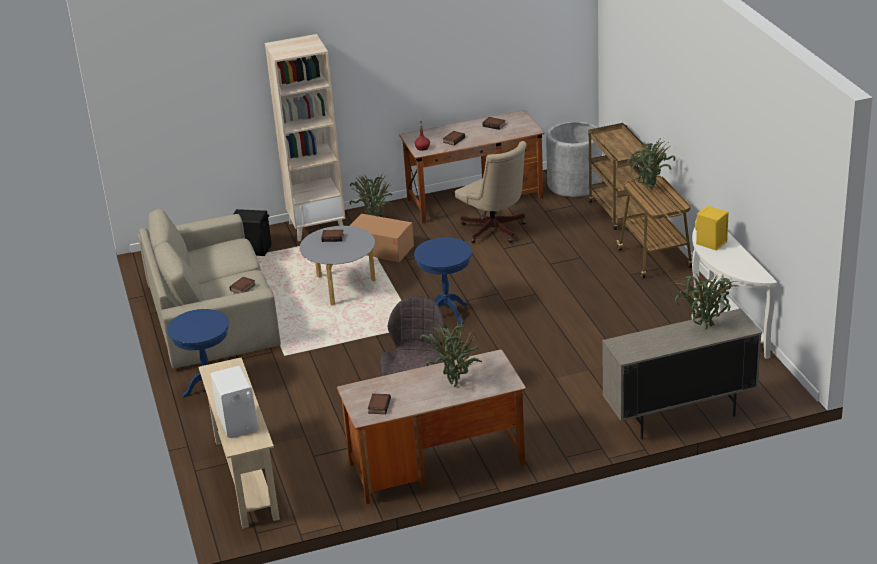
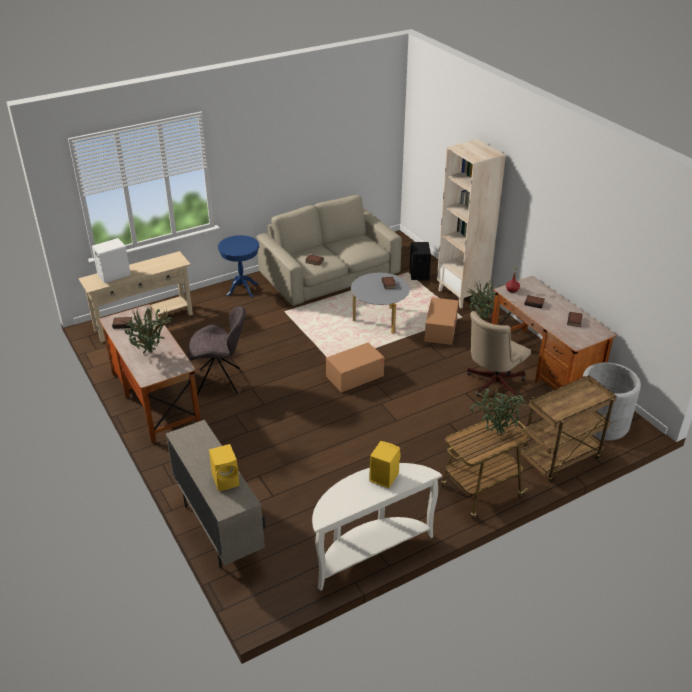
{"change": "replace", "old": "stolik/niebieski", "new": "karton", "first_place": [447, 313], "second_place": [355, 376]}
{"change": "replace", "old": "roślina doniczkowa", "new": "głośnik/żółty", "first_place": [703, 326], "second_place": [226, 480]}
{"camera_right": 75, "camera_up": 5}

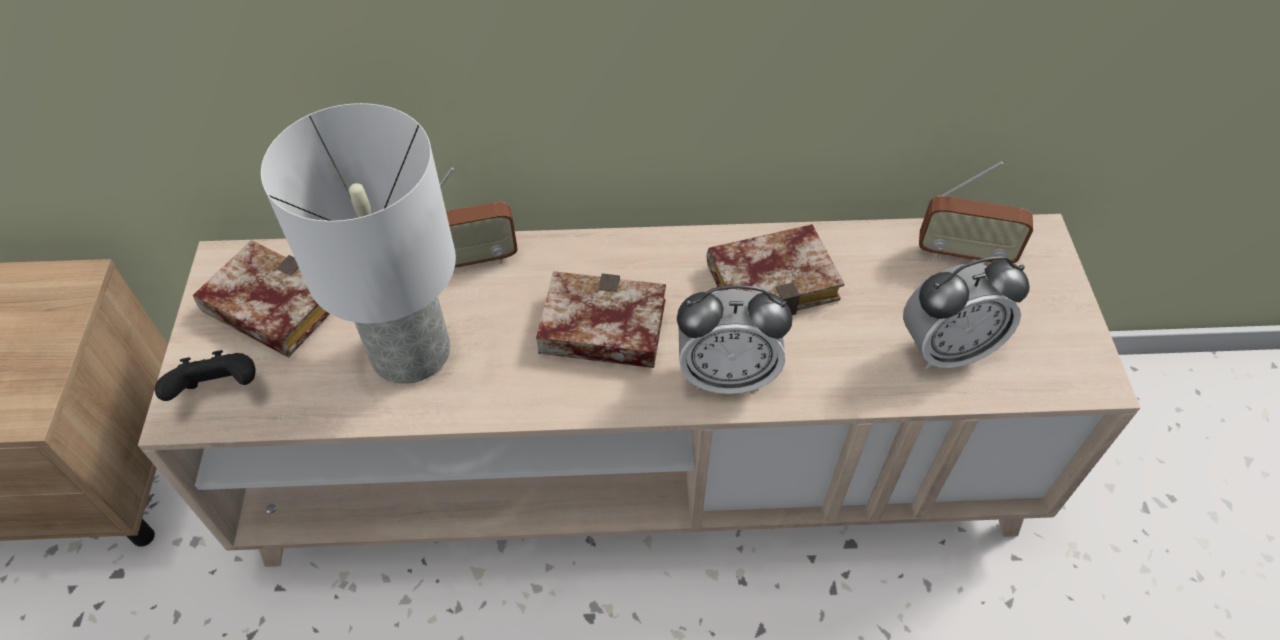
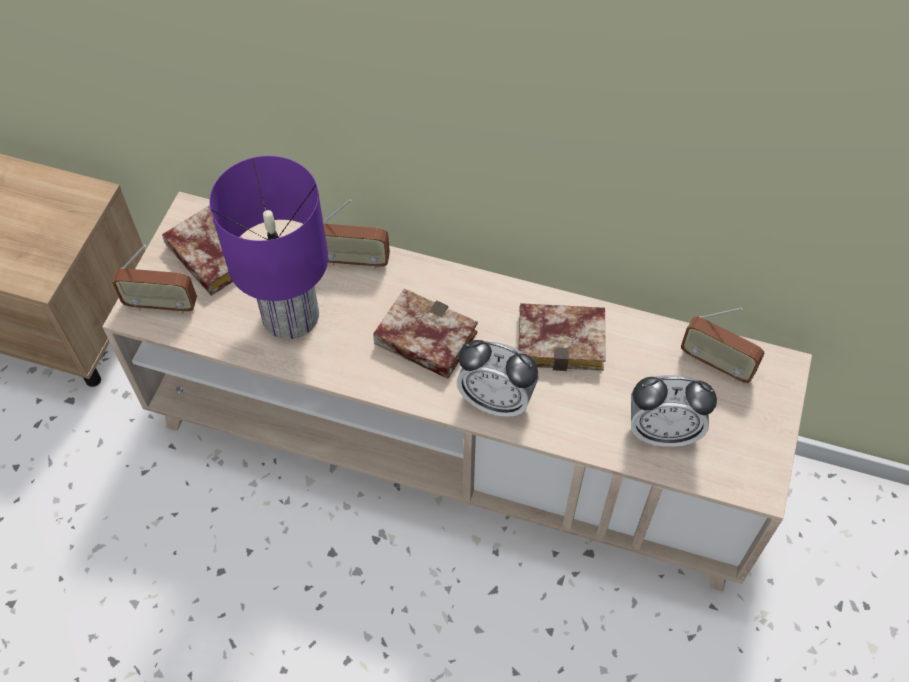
{"change": "replace", "old": "pad do gier/czarny", "new": "radio", "first_place": [220, 390], "second_place": [161, 305]}
{"change": "recolor", "old": "lampa stołowa/biały", "new": "lampa stołowa/fioletowy", "first_place": [408, 351], "second_place": [289, 315]}
{"camera_right": 20, "camera_up": 5}

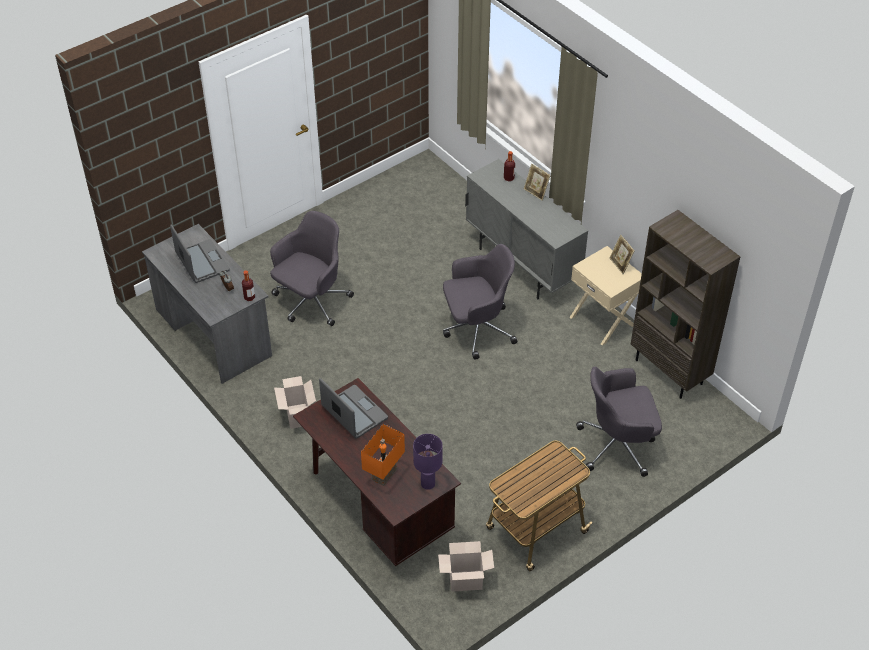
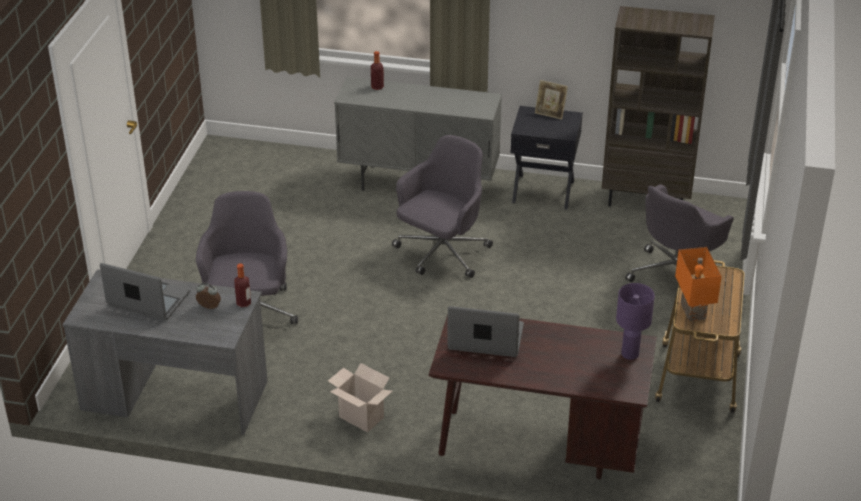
{"change": "delete", "old": "karton", "first_place": [464, 582]}
{"change": "delete", "old": "ramka na zdjęcie", "first_place": [536, 192]}
{"change": "move", "old": "lampa stołowa/pomarańczowy", "first_place": [385, 475], "second_place": [694, 311]}
{"change": "recolor", "old": "szafka nocna/beżowy", "new": "szafka nocna/czarny", "first_place": [603, 320], "second_place": [543, 190]}
{"camera_right": -40, "camera_up": -10}

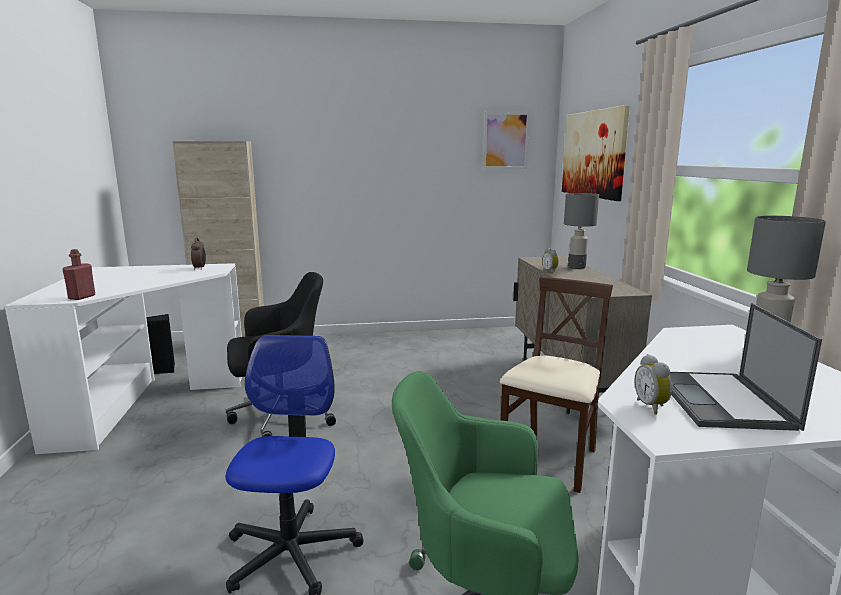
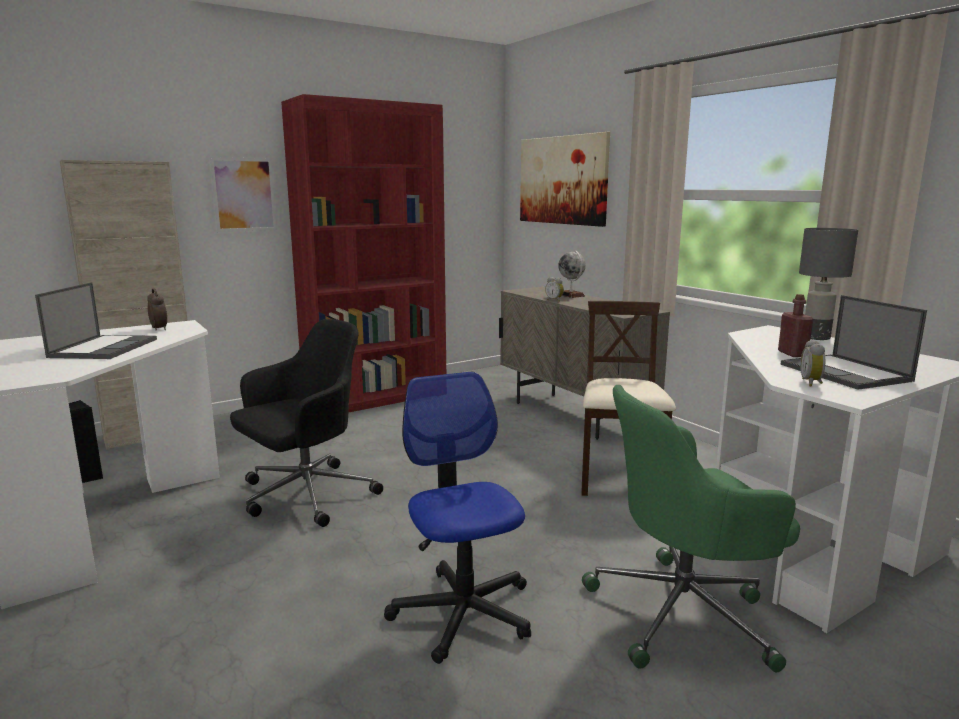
{"change": "insert", "new": "laptop", "second_place": [104, 348]}
{"change": "insert", "new": "regał/czerwony", "second_place": [376, 397]}
{"change": "move", "old": "butelka/czerwony", "first_place": [82, 297], "second_place": [792, 354]}
{"change": "move", "old": "obraz", "first_place": [505, 140], "second_place": [244, 194]}
{"change": "replace", "old": "lampa stołowa/szary", "new": "globus", "first_place": [576, 267], "second_place": [571, 295]}
{"change": "rotate", "old": "budzik", "first_place": [652, 407], "second_place": [812, 383], "degrees": 45}
{"camera_right": -25, "camera_up": 0}

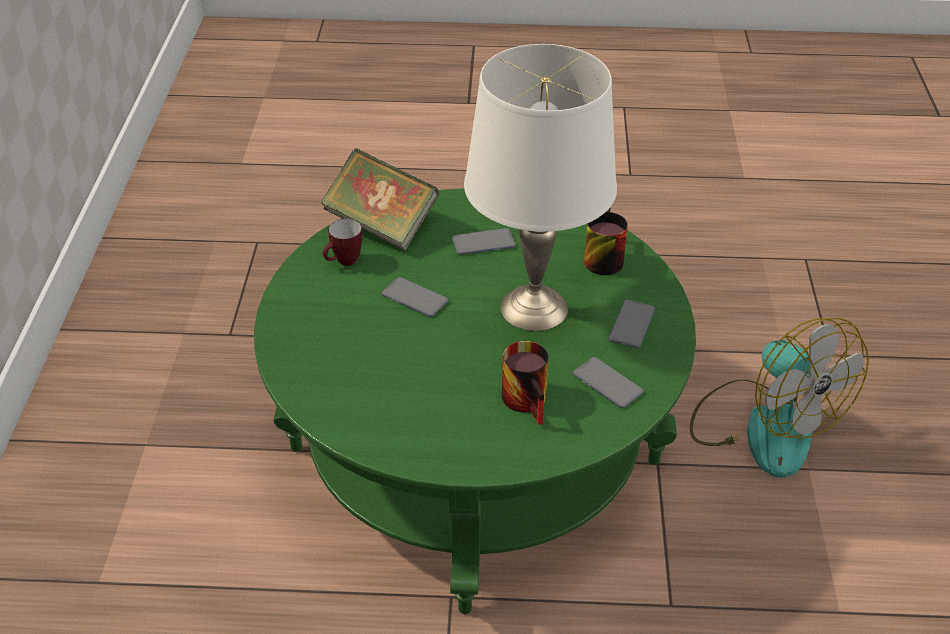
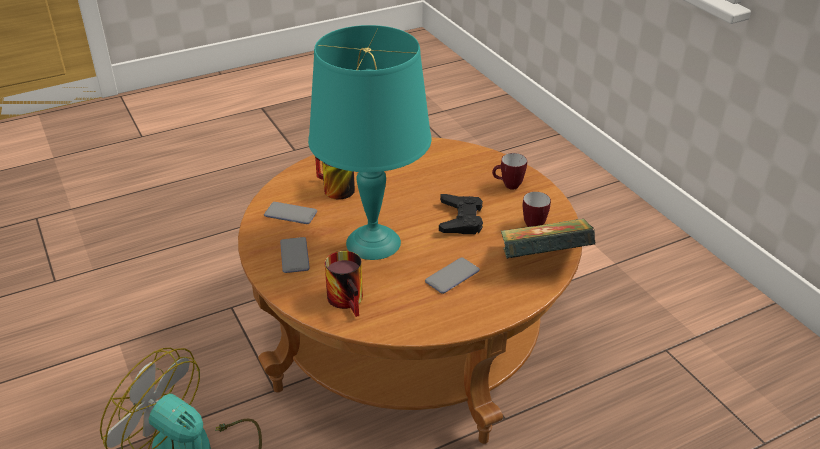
{"change": "insert", "new": "kubek", "second_place": [508, 186]}
{"change": "replace", "old": "telefon", "new": "pad do gier/czarny", "first_place": [414, 298], "second_place": [460, 219]}
{"change": "recolor", "old": "ława/zielony", "new": "ława/brązowy", "first_place": [474, 454], "second_place": [410, 341]}
{"change": "recolor", "old": "lampa stołowa/biały", "new": "lampa stołowa/turkusowy", "first_place": [533, 307], "second_place": [374, 242]}
{"camera_right": 150, "camera_up": -5}

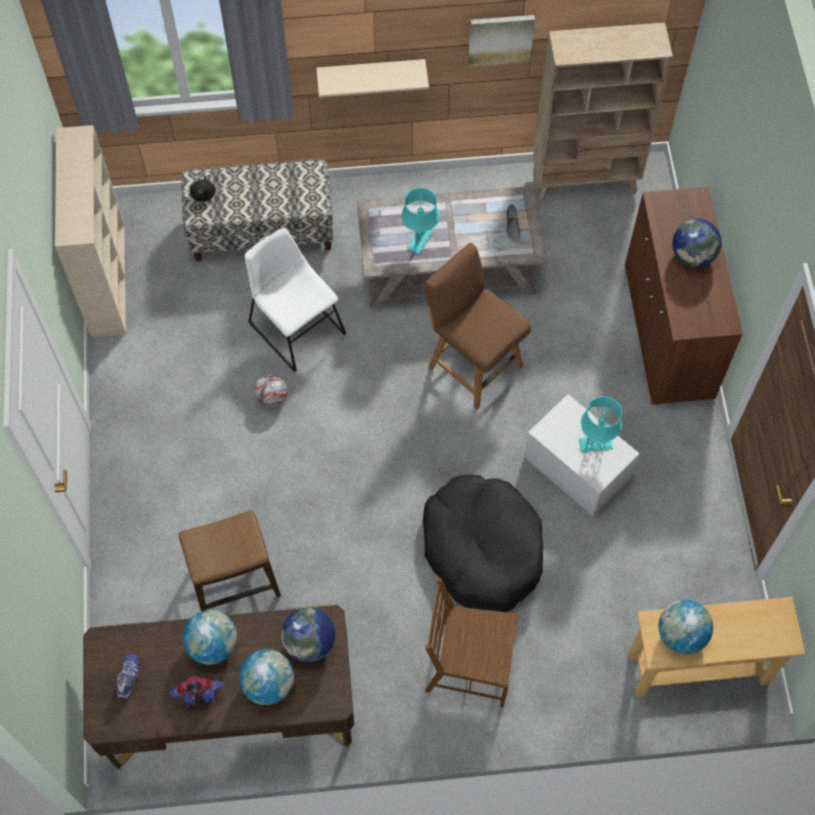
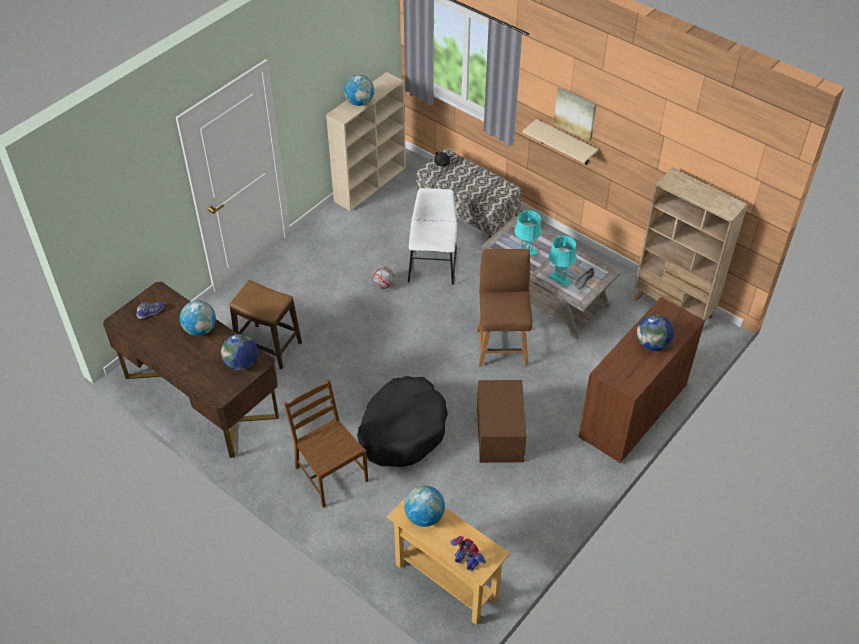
{"change": "move", "old": "robot zabawkowy", "first_place": [200, 698], "second_place": [466, 563]}
{"change": "move", "old": "globus", "first_place": [269, 684], "second_place": [359, 102]}
{"change": "move", "old": "obraz", "first_place": [500, 38], "second_place": [575, 113]}
{"change": "move", "old": "lampa stołowa/turkusowy", "first_place": [595, 444], "second_place": [559, 279]}
{"change": "recolor", "old": "pojemnik do przechowywania/biały", "new": "pojemnik do przechowywania/brązowy", "first_place": [577, 467], "second_place": [500, 434]}
{"camera_right": 45, "camera_up": -15}

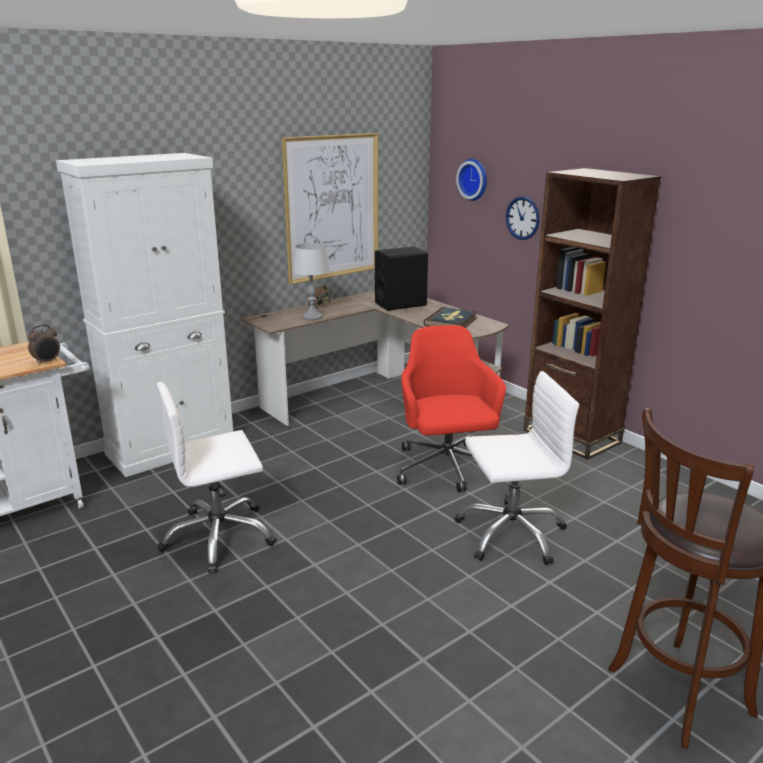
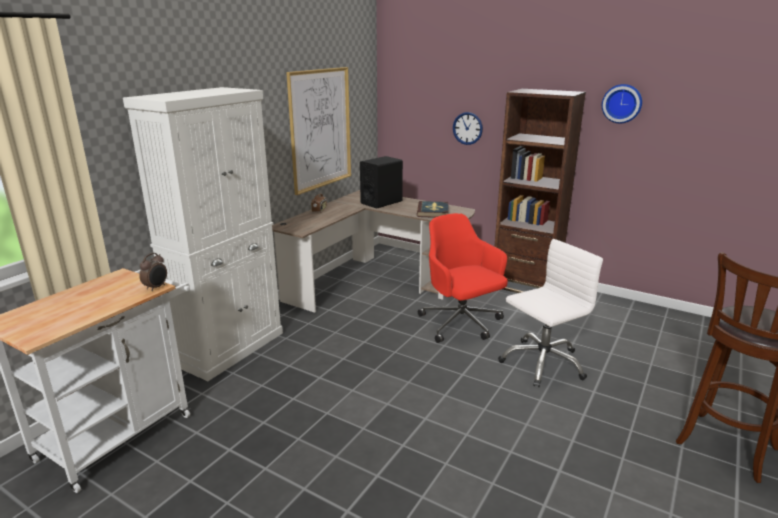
{"change": "delete", "old": "krzesło biurowe/biały", "first_place": [219, 537]}
{"change": "delete", "old": "lampa stołowa/szary", "first_place": [312, 317]}
{"change": "move", "old": "zegar ścienny", "first_place": [474, 179], "second_place": [622, 103]}
{"camera_right": -20, "camera_up": 0}

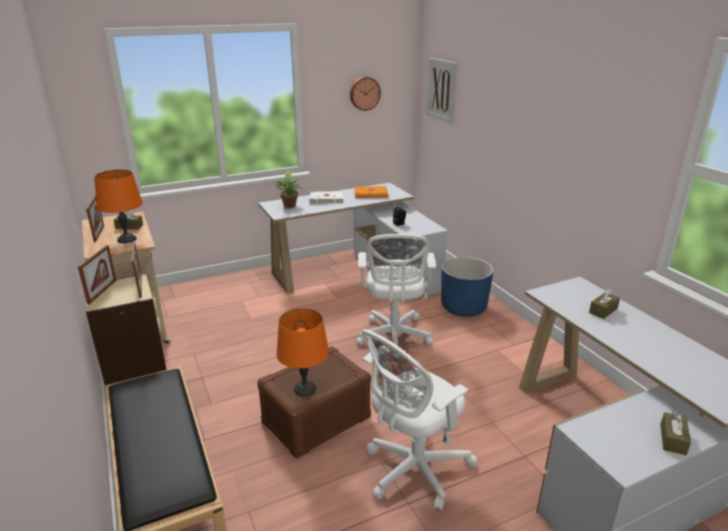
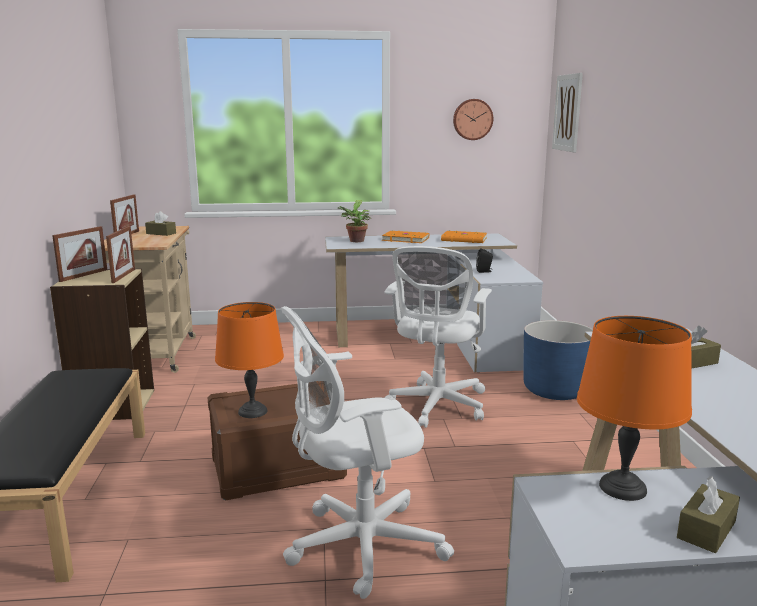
{"change": "move", "old": "lampa stołowa/pomarańczowy", "first_place": [126, 239], "second_place": [622, 487]}
{"change": "recolor", "old": "książka/biały", "new": "książka/pomarańczowy", "first_place": [326, 199], "second_place": [405, 239]}
{"camera_right": 20, "camera_up": -10}

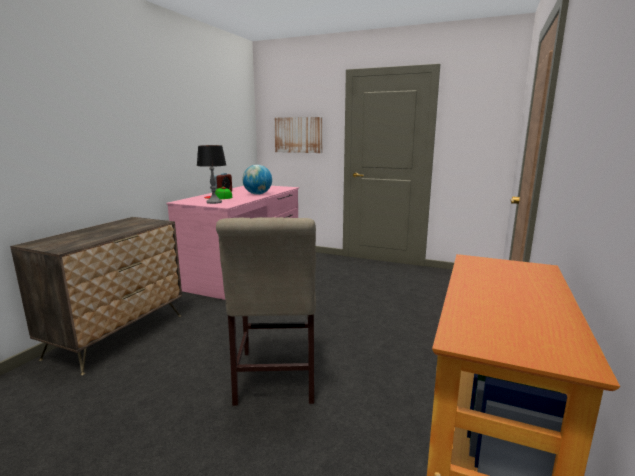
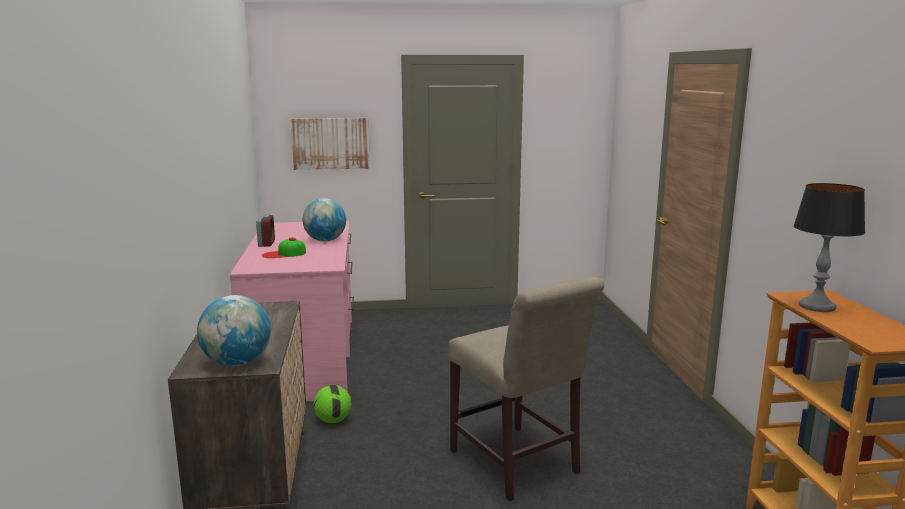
{"change": "insert", "new": "globus", "second_place": [237, 363]}
{"change": "insert", "new": "piłka futbolowa", "second_place": [333, 420]}
{"change": "move", "old": "lampa stołowa", "first_place": [214, 202], "second_place": [817, 306]}
{"camera_right": -30, "camera_up": 0}

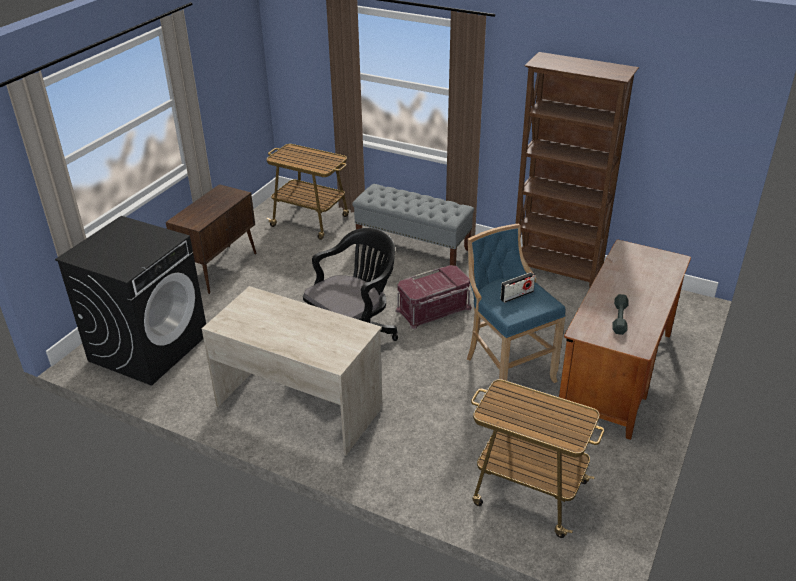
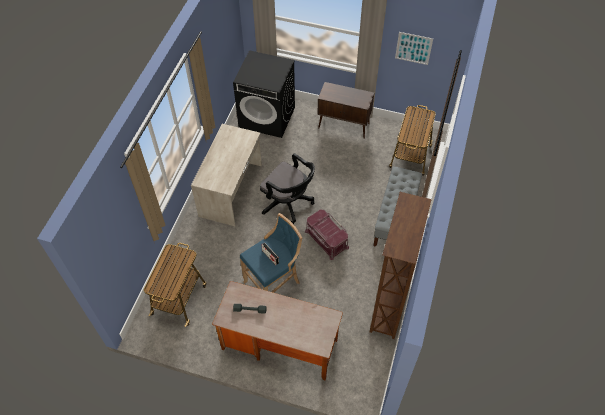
{"change": "insert", "new": "obraz", "second_place": [413, 48]}
{"camera_right": 80, "camera_up": 20}

